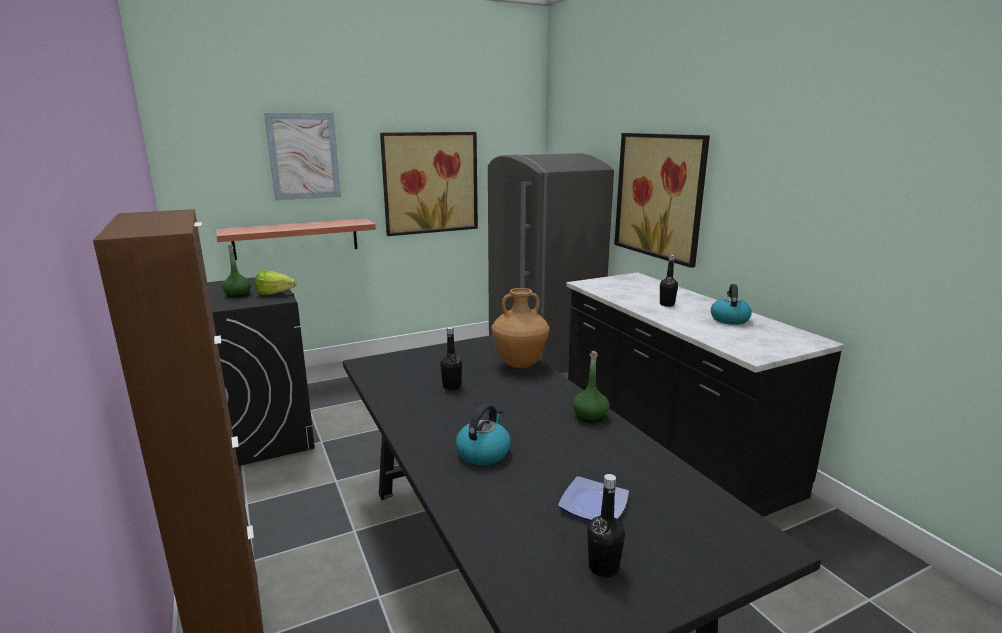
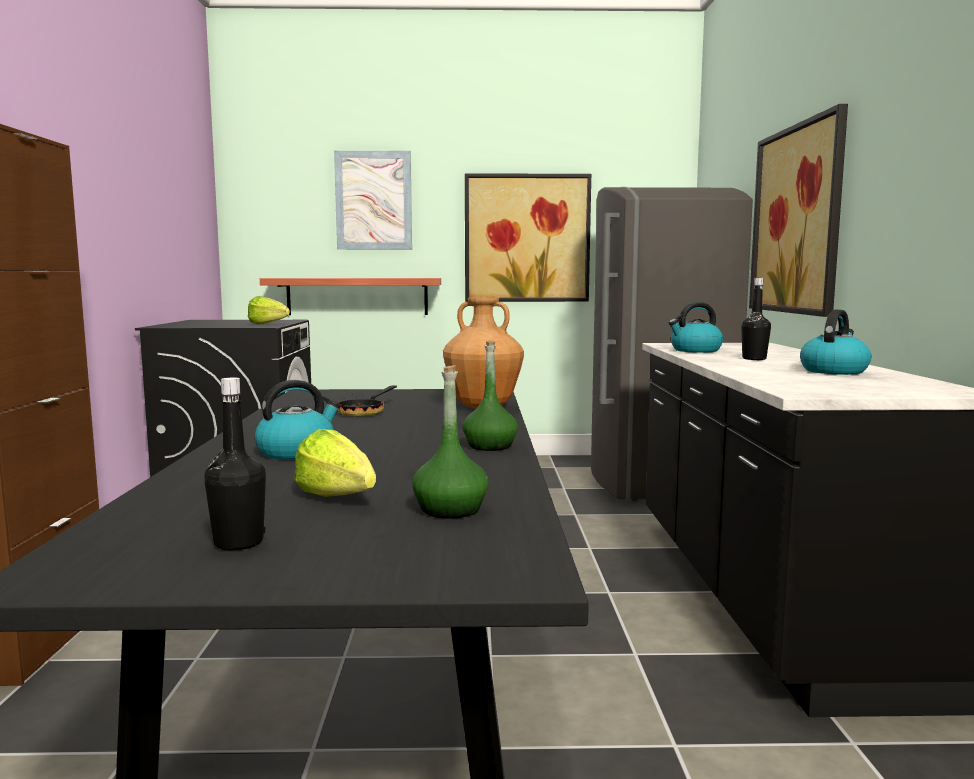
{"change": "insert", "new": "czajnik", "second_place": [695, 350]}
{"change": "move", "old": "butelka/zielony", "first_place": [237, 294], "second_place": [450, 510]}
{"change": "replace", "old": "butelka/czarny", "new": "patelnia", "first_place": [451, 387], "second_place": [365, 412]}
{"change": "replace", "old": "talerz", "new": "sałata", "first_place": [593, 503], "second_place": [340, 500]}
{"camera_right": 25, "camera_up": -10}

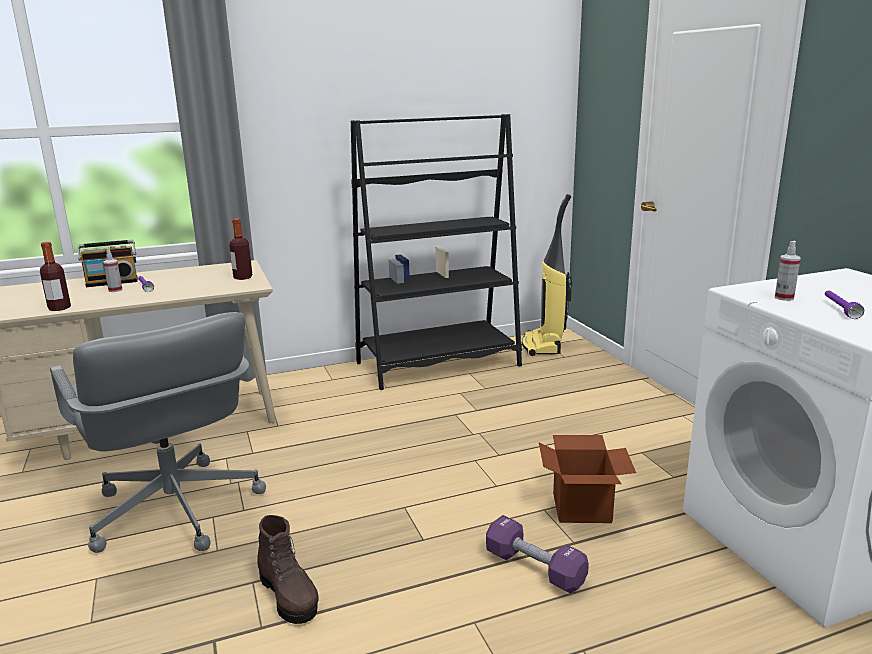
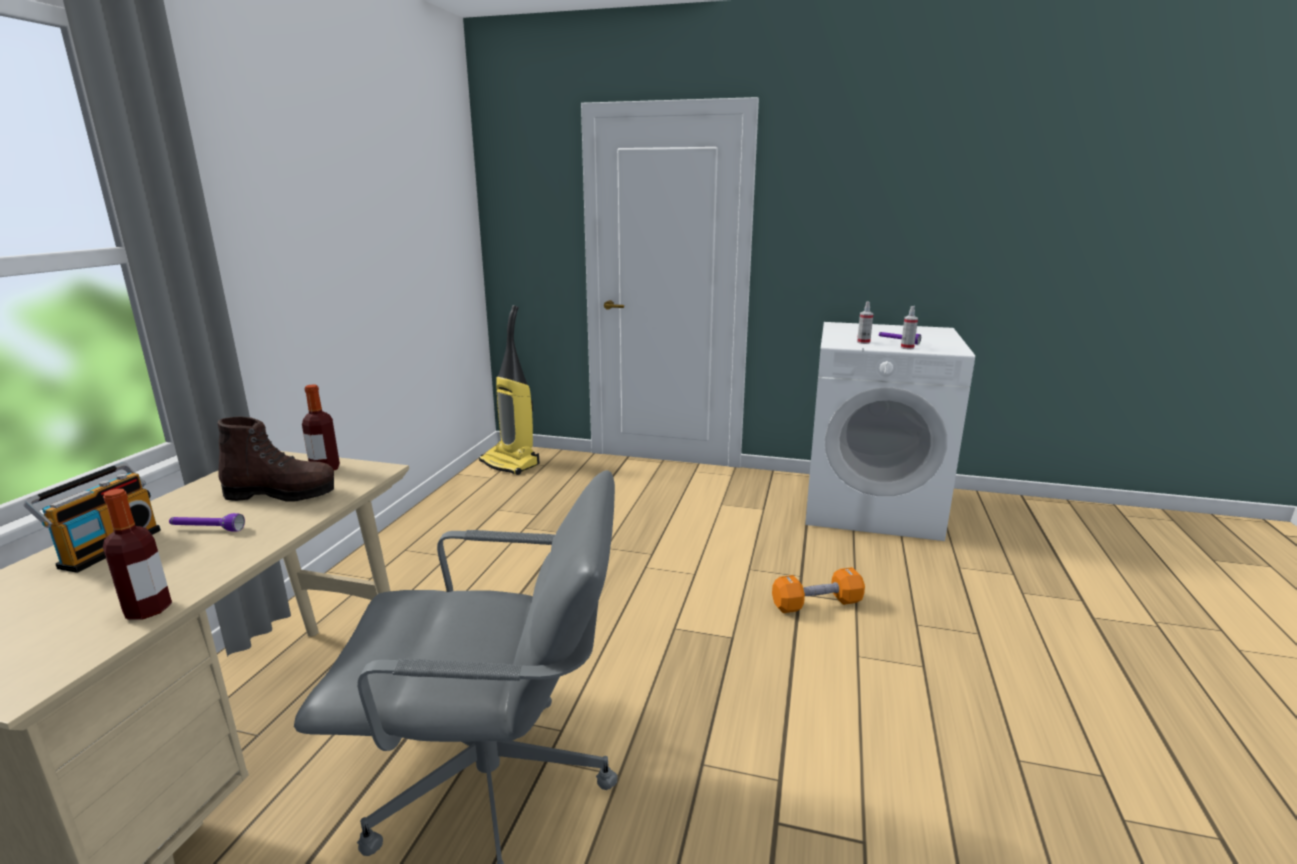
{"change": "delete", "old": "regał/czarny", "first_place": [438, 364]}
{"change": "delete", "old": "karton", "first_place": [581, 508]}
{"change": "move", "old": "spryskiwacz", "first_place": [115, 290], "second_place": [907, 348]}
{"change": "move", "old": "but z cholewką/brązowy", "first_place": [289, 596], "second_place": [282, 493]}
{"change": "recolor", "old": "hantel/fioletowy", "new": "hantel/pomarańczowy", "first_place": [534, 568], "second_place": [816, 604]}
{"camera_right": -55, "camera_up": 0}

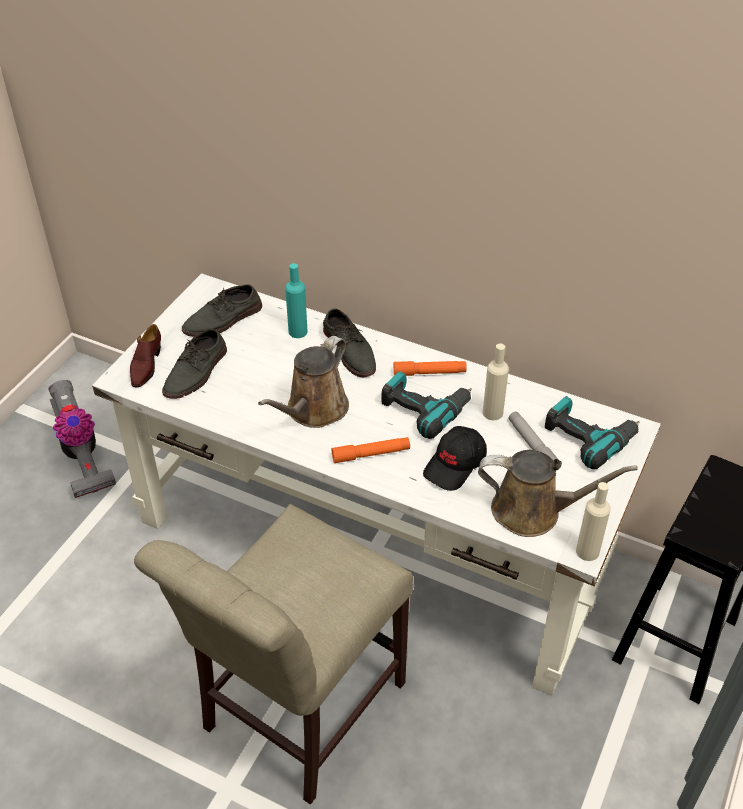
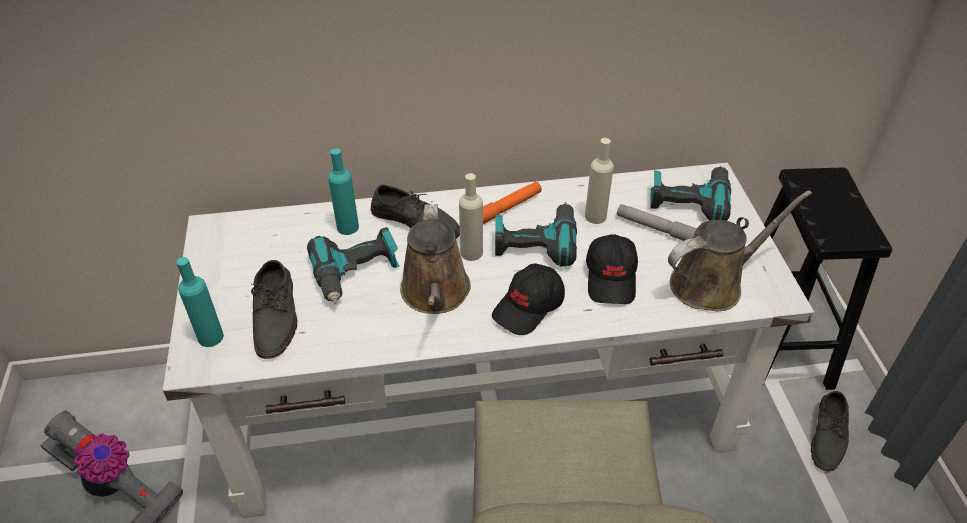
{"change": "insert", "new": "wiertarka", "second_place": [357, 273]}
{"change": "move", "old": "but/szary", "first_place": [223, 320], "second_place": [828, 436]}
{"change": "move", "old": "butelka/beżowy", "first_place": [587, 551], "second_place": [471, 252]}
{"change": "replace", "old": "but/brązowy", "new": "butelka/turkusowy", "first_place": [146, 365], "second_place": [210, 337]}
{"change": "replace", "old": "latarka/pomarańczowy", "new": "czapka z daszkiem/czarny", "first_place": [371, 454], "second_place": [529, 307]}
{"camera_right": -35, "camera_up": 0}

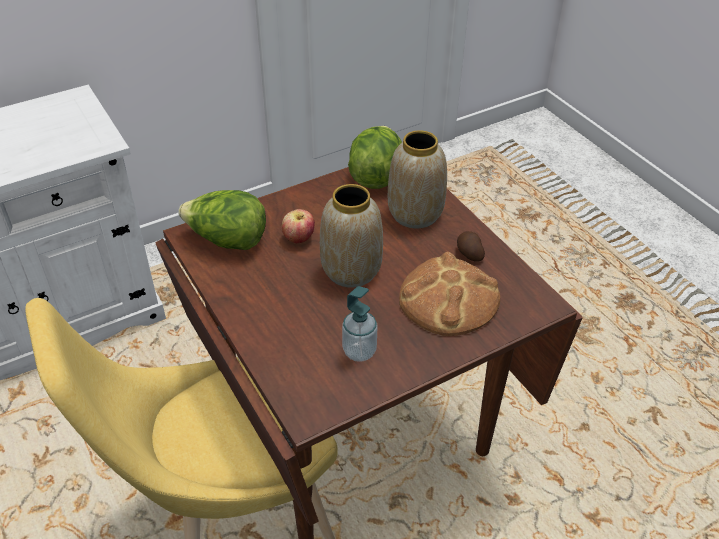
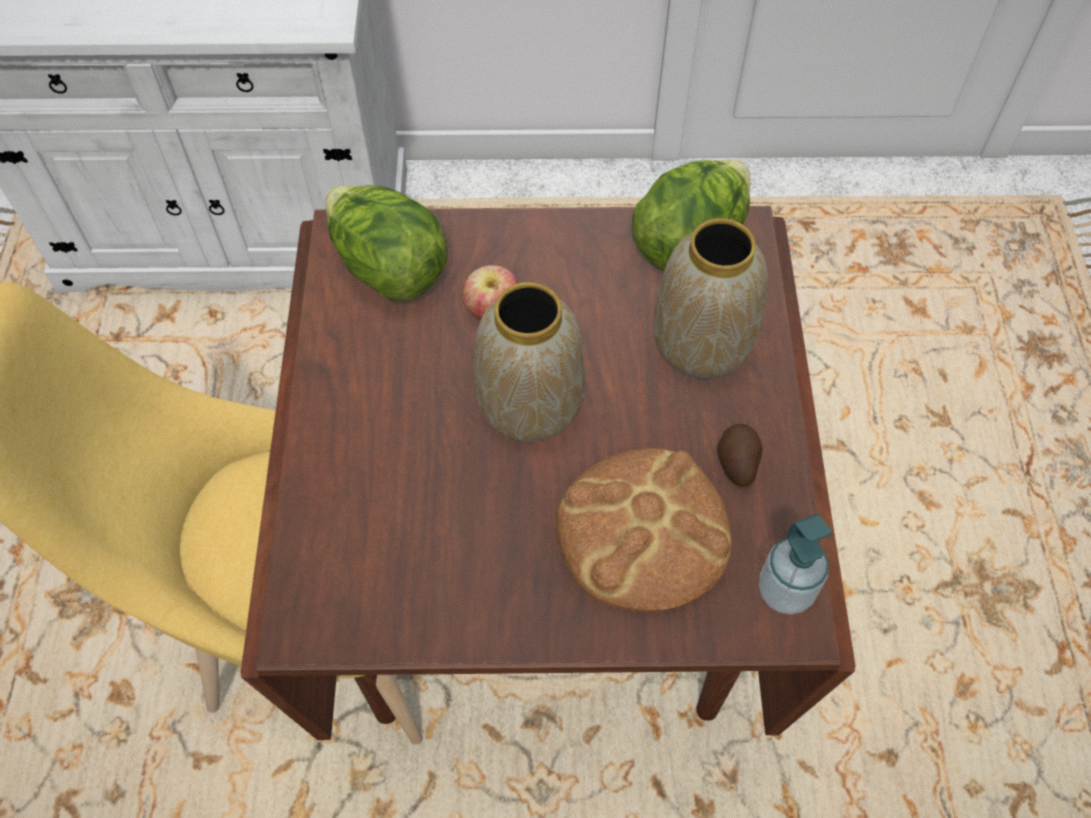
{"change": "move", "old": "dozownik mydła", "first_place": [359, 351], "second_place": [785, 591]}
{"camera_right": 30, "camera_up": 15}

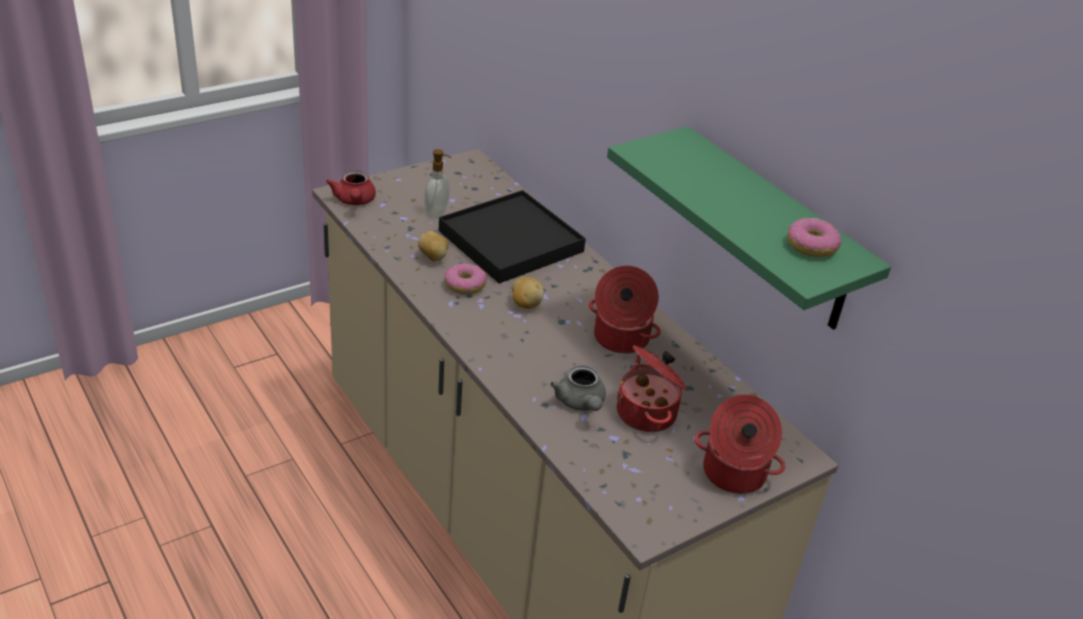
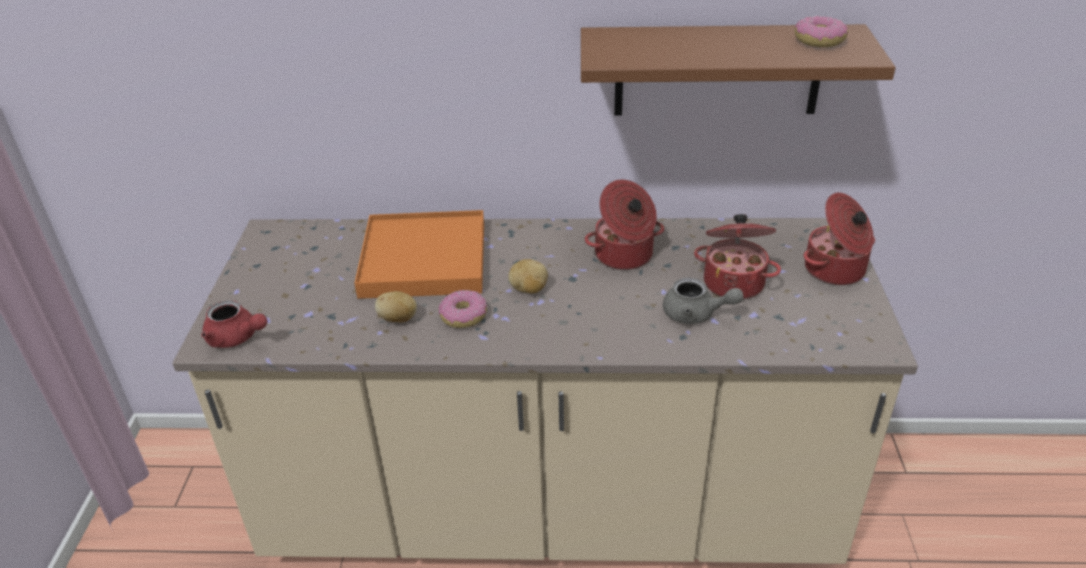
{"change": "delete", "old": "dozownik mydła", "first_place": [437, 213]}
{"change": "recolor", "old": "taca/czarny", "new": "taca/pomarańczowy", "first_place": [510, 241], "second_place": [423, 260]}
{"change": "recolor", "old": "półka/zielony", "new": "półka/brązowy", "first_place": [771, 231], "second_place": [717, 70]}
{"camera_right": -50, "camera_up": 0}

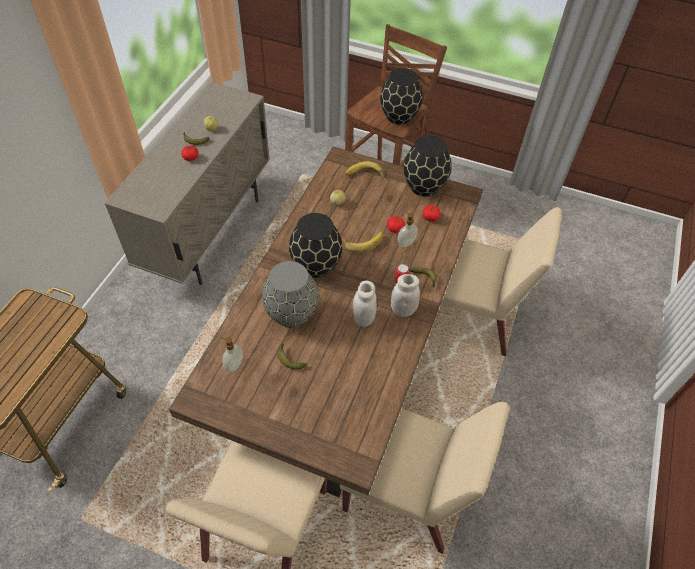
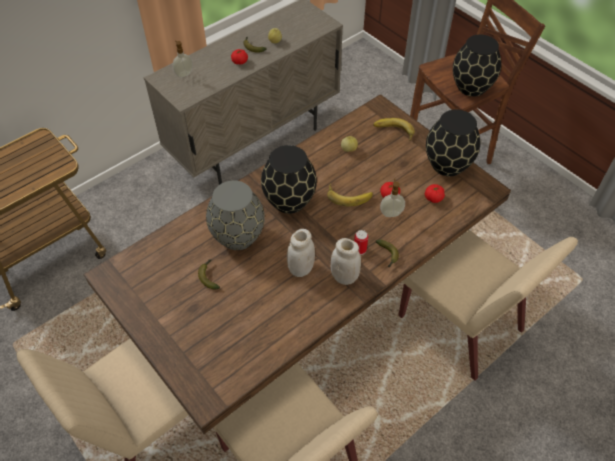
{"change": "move", "old": "dozownik mydła", "first_place": [233, 365], "second_place": [184, 74]}
{"camera_right": 30, "camera_up": 0}

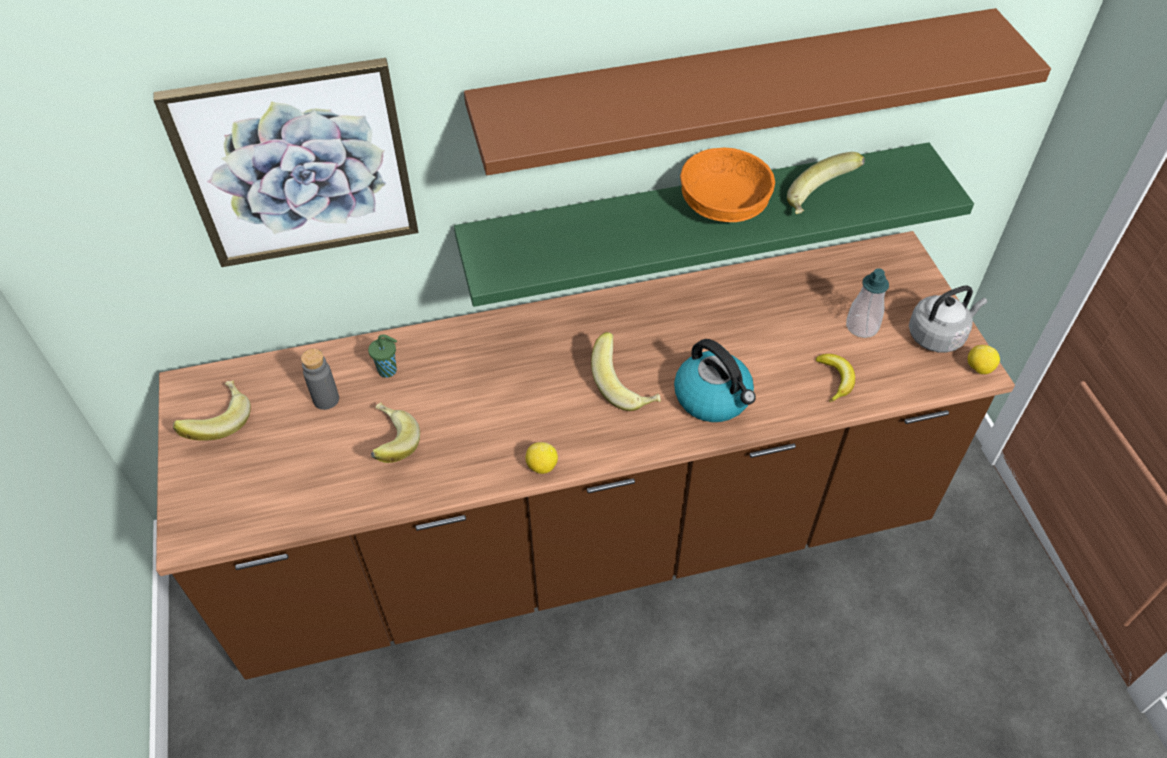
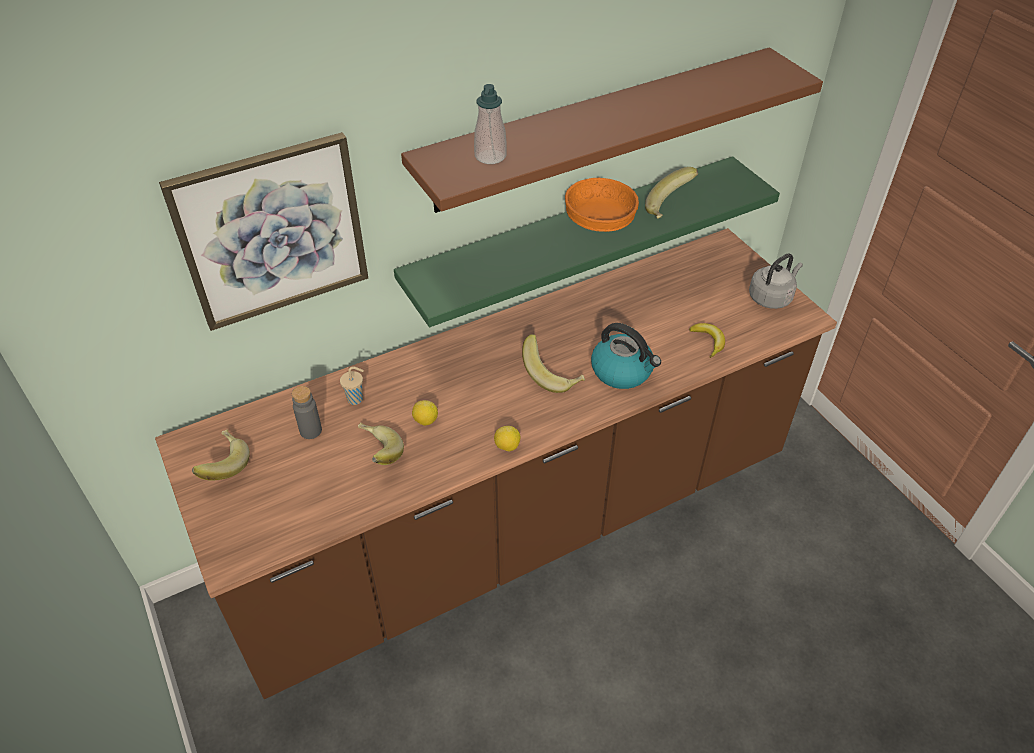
{"change": "move", "old": "dozownik mydła", "first_place": [862, 326], "second_place": [490, 156]}
{"change": "move", "old": "cytryna", "first_place": [978, 368], "second_place": [425, 421]}
{"change": "recolor", "old": "filiżanka/zielony", "new": "filiżanka/beżowy", "first_place": [389, 370], "second_place": [356, 399]}
{"camera_right": -15, "camera_up": -5}

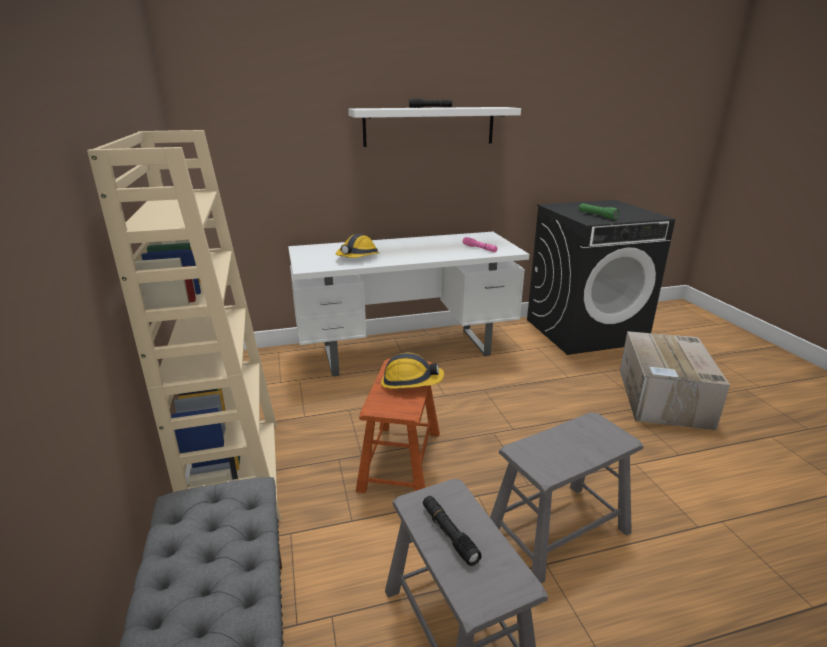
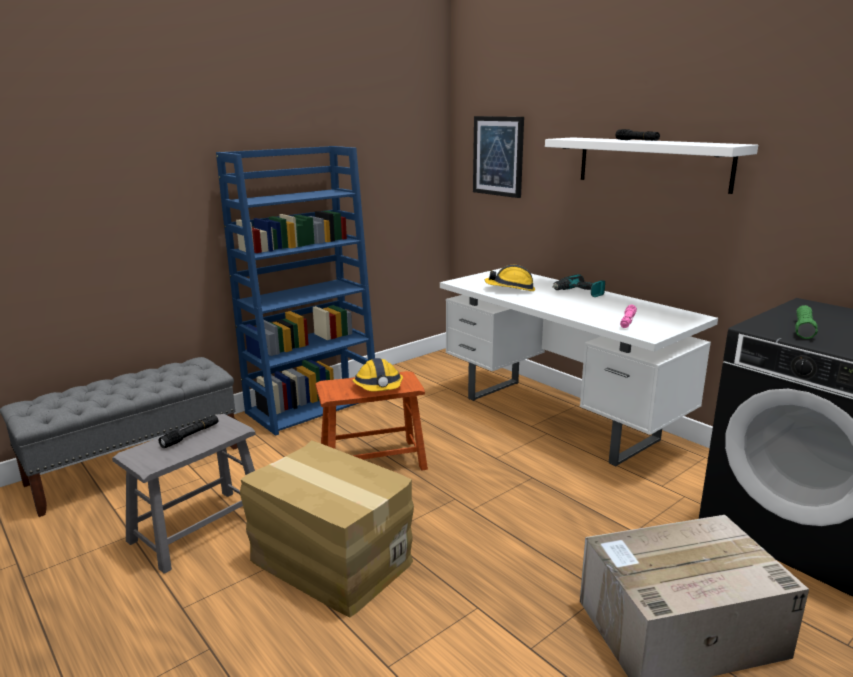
{"change": "insert", "new": "obraz", "second_place": [498, 156]}
{"change": "insert", "new": "wiertarka", "second_place": [578, 293]}
{"change": "replace", "old": "stołek/szary", "new": "karton", "first_place": [558, 529], "second_place": [330, 561]}
{"change": "recolor", "old": "regał/beżowy", "new": "regał/niebieski", "first_place": [235, 472], "second_place": [313, 405]}
{"camera_right": 65, "camera_up": -5}

